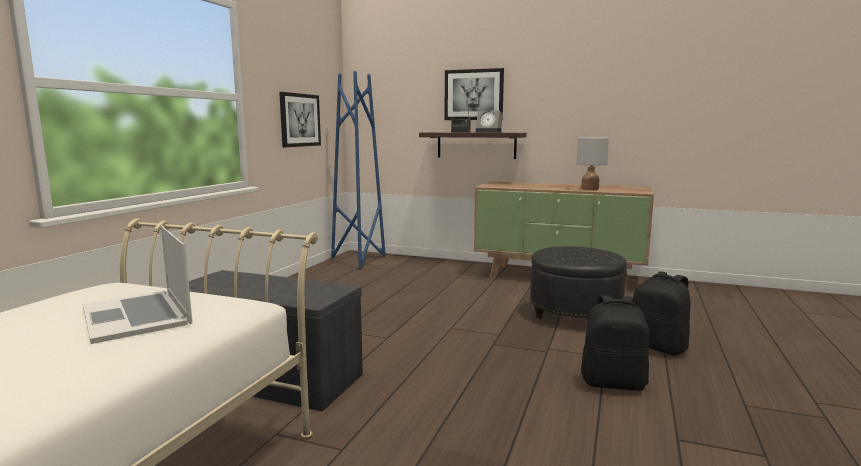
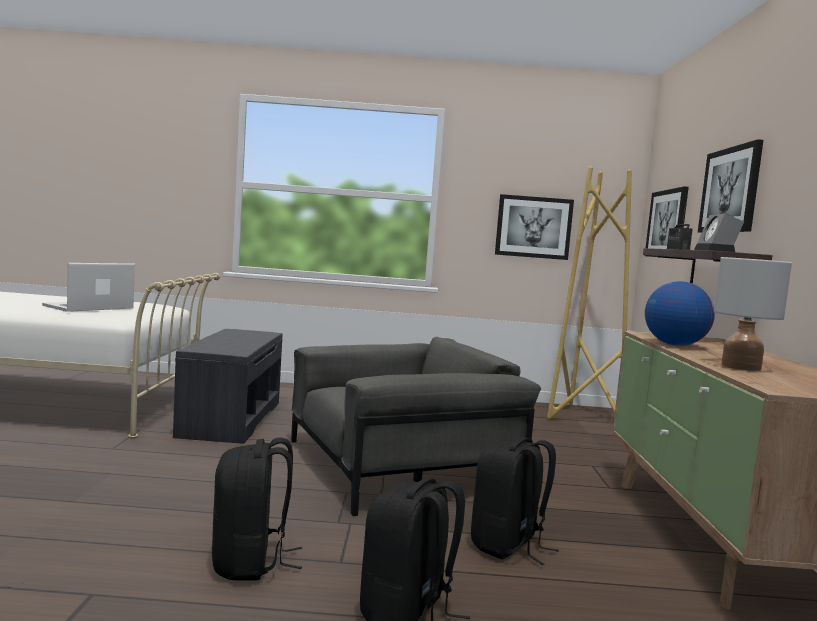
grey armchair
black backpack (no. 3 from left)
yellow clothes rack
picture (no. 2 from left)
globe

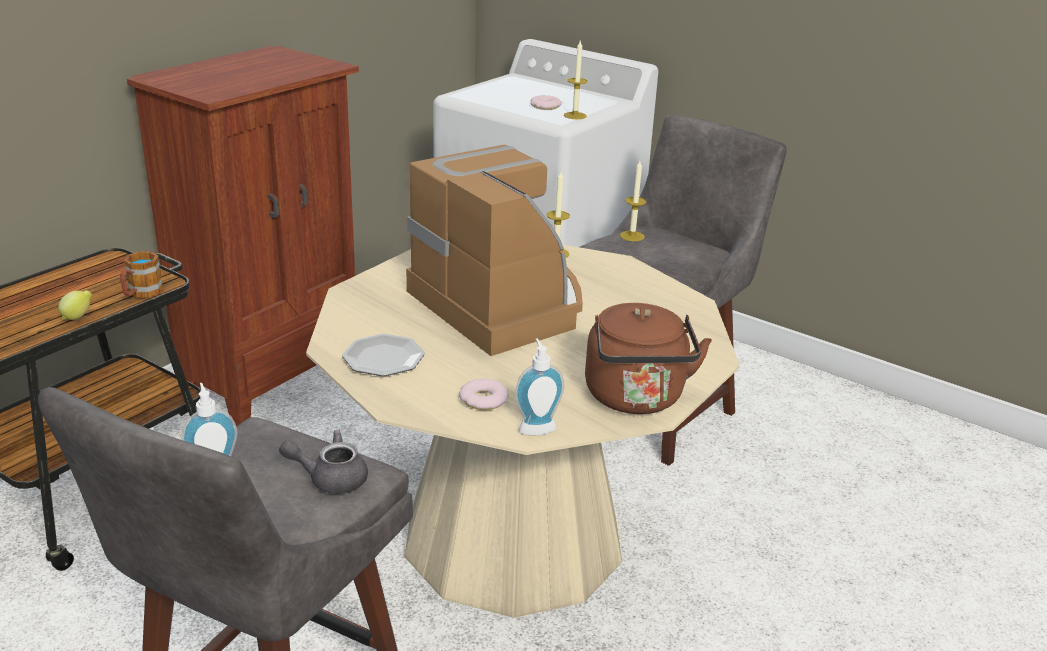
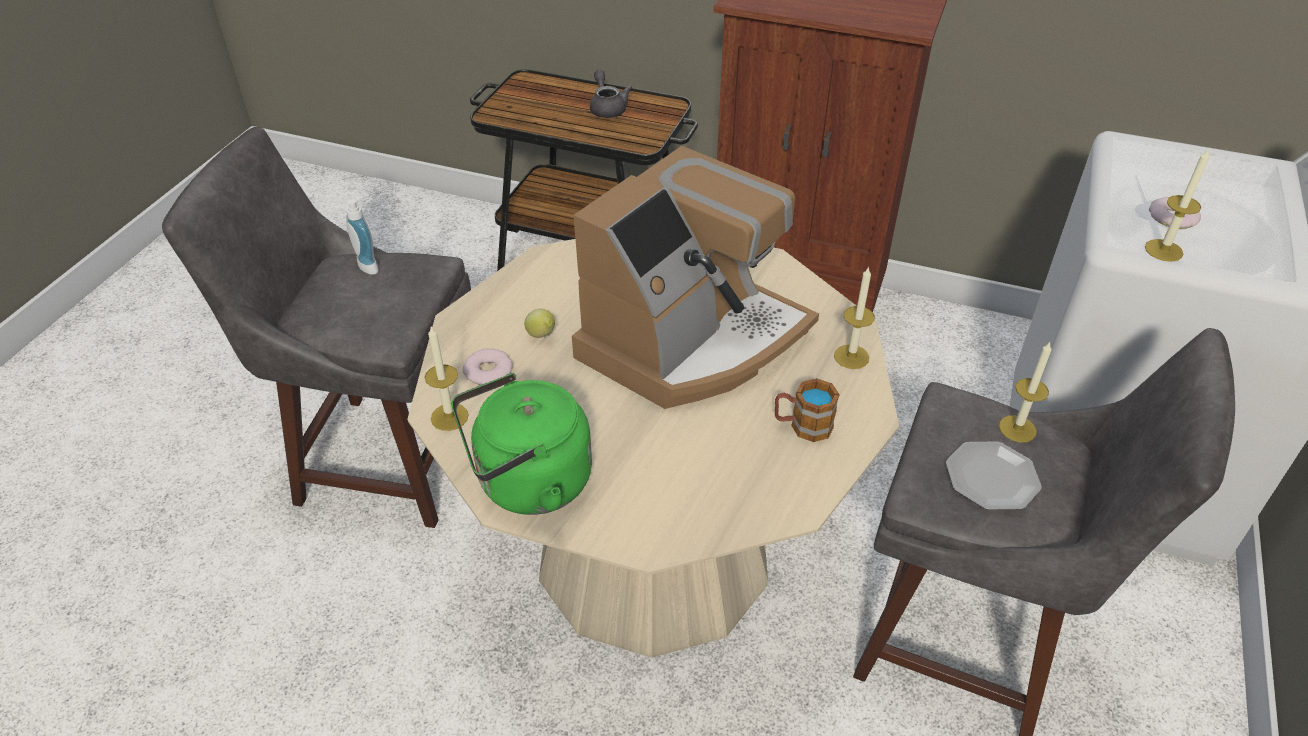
candle (no. 1 from left)
green kettle
lemon
grey teapot
mug
plate

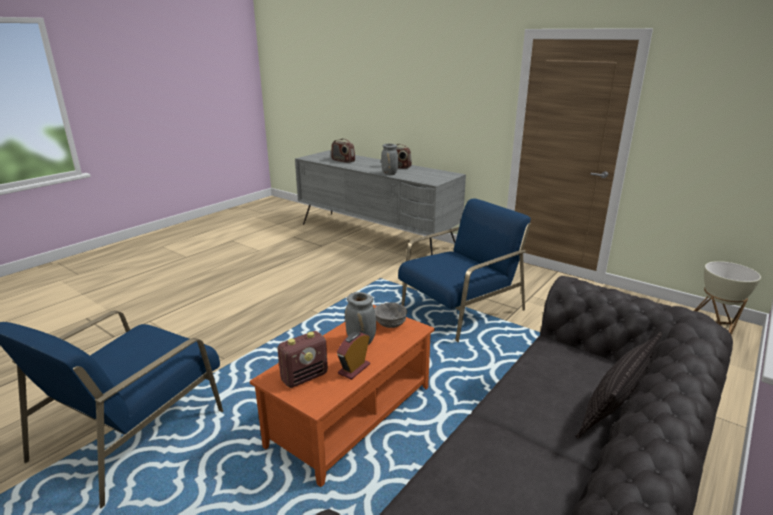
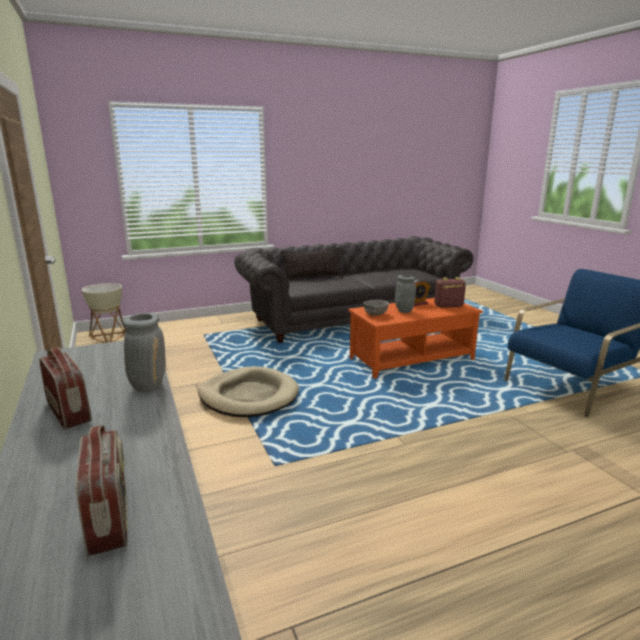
beige dog bed

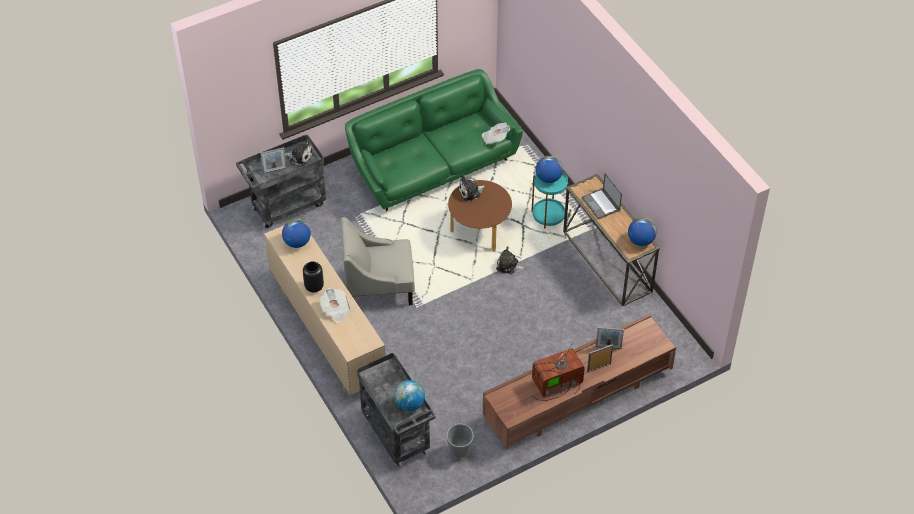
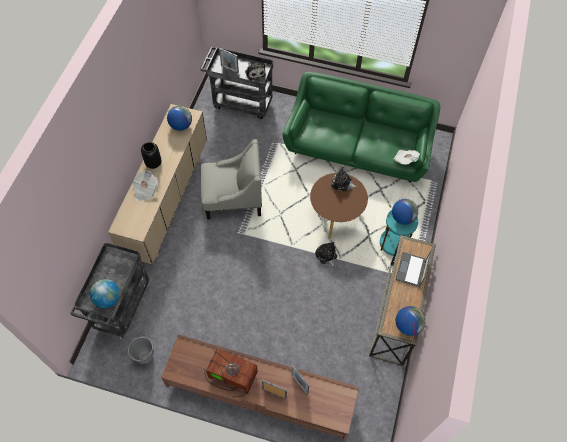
grey armchair

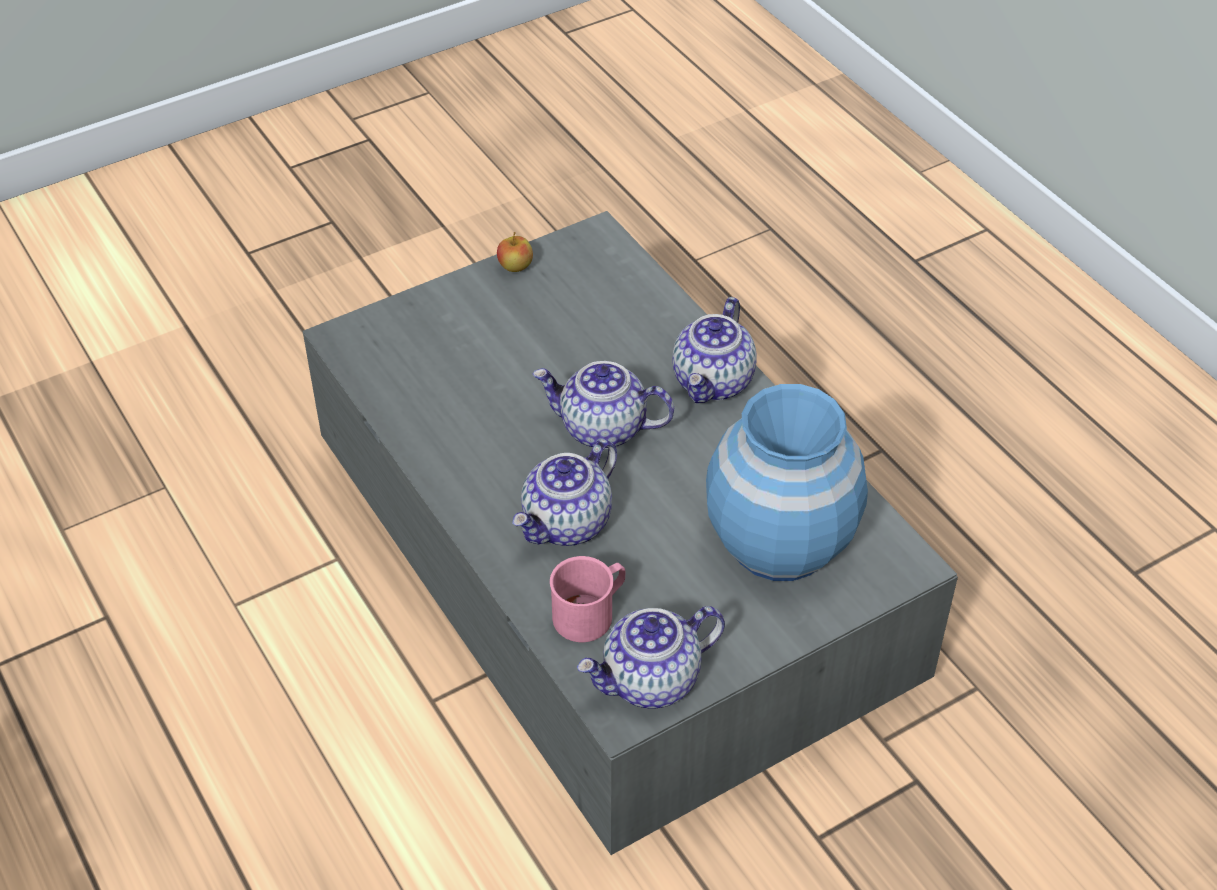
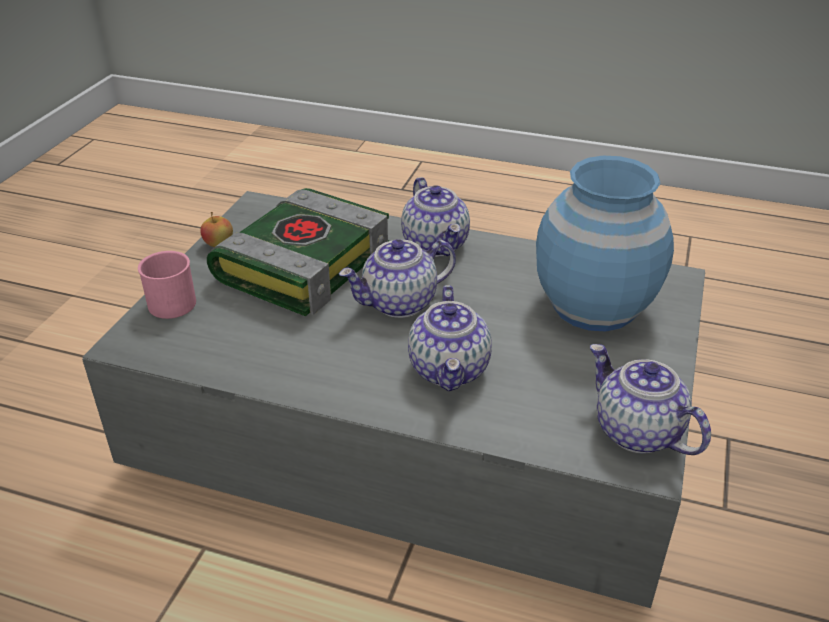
pink mug
book
teapot (no. 4 from left)

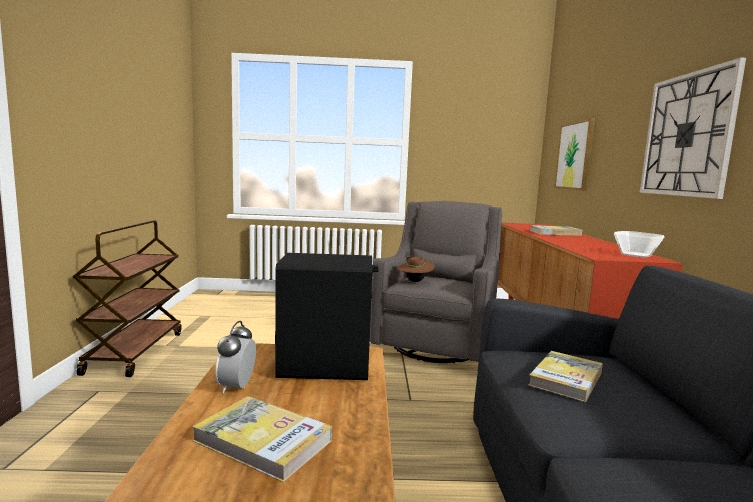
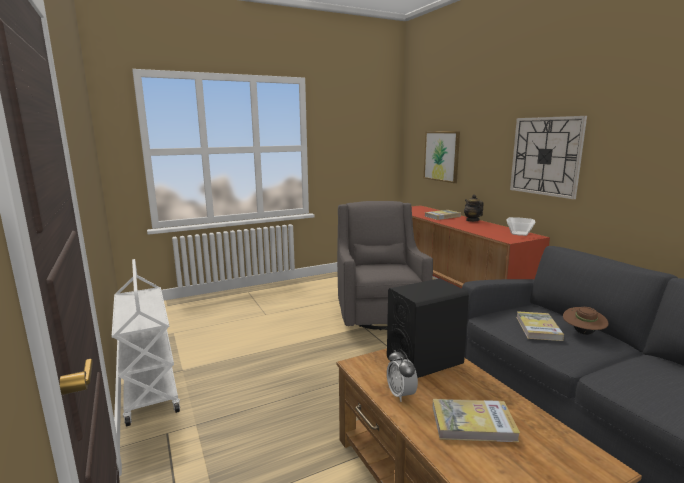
white cart
teapot
brown hat

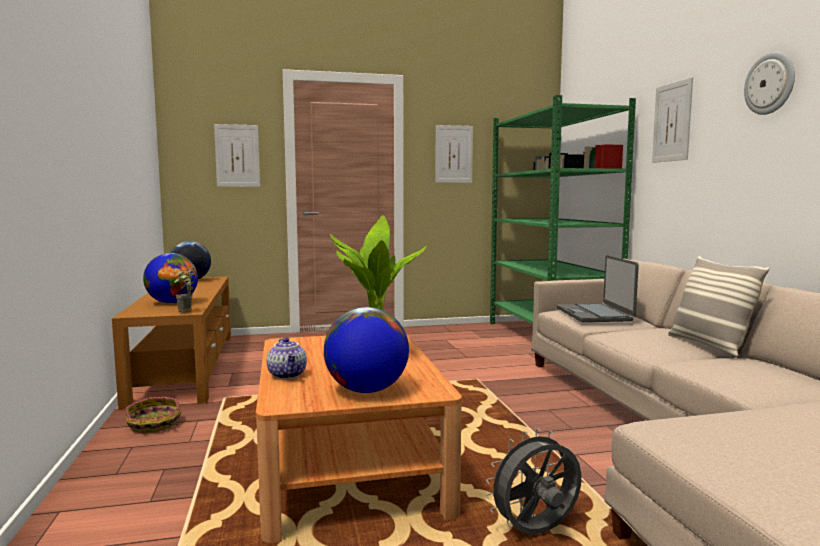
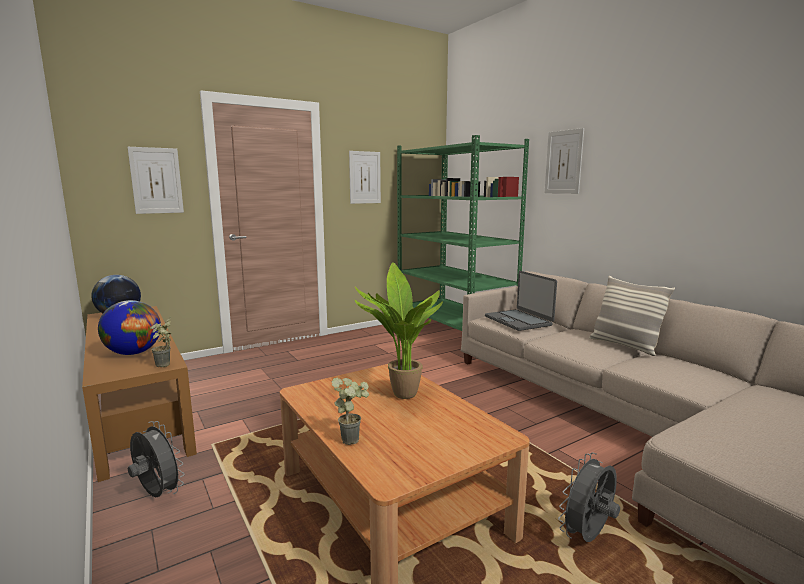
grey fan (no. 1 from left)
potted plant (no. 2 from left)
globe (no. 3 from left in the first image)
wall clock

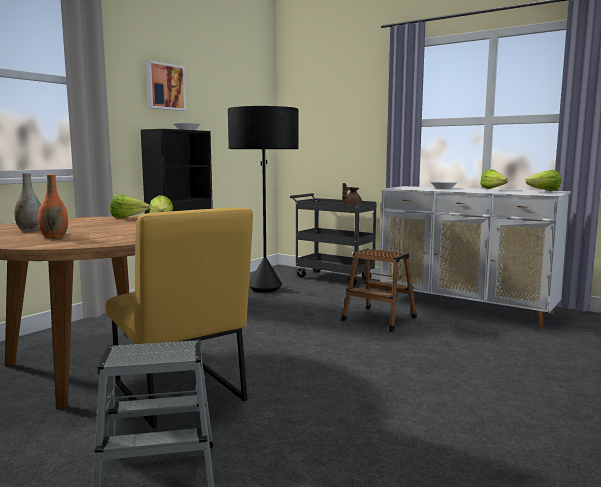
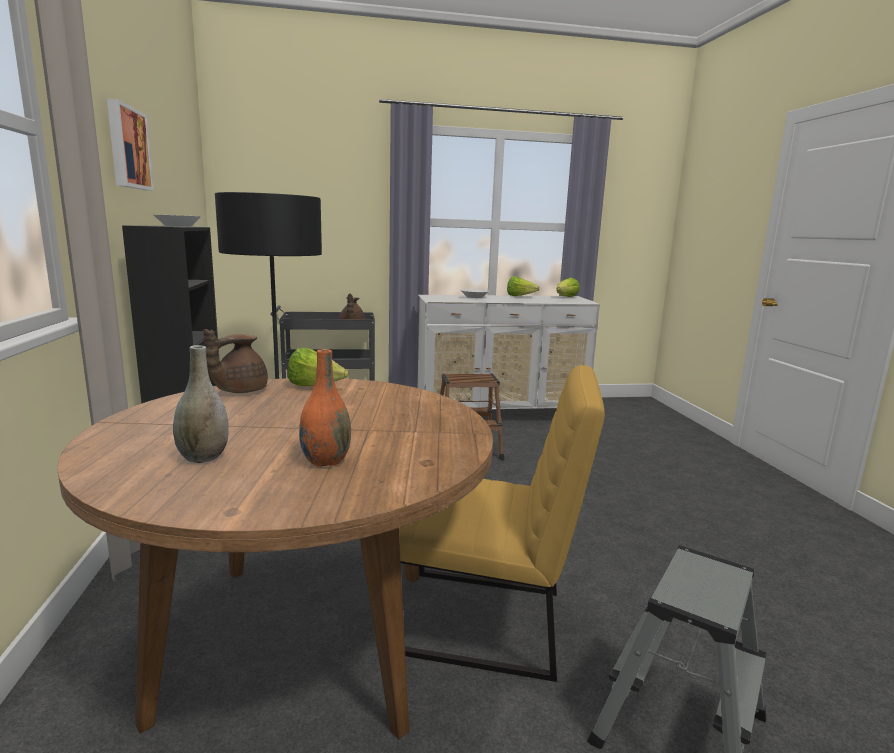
brown teapot (no. 1 from left)

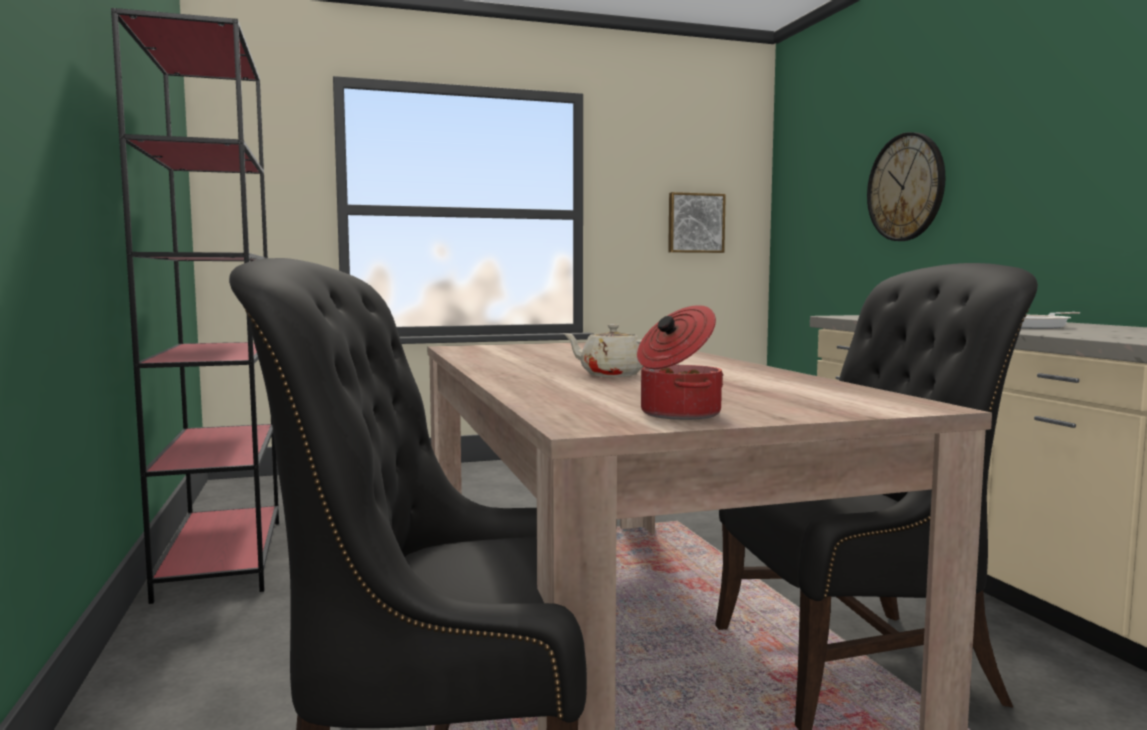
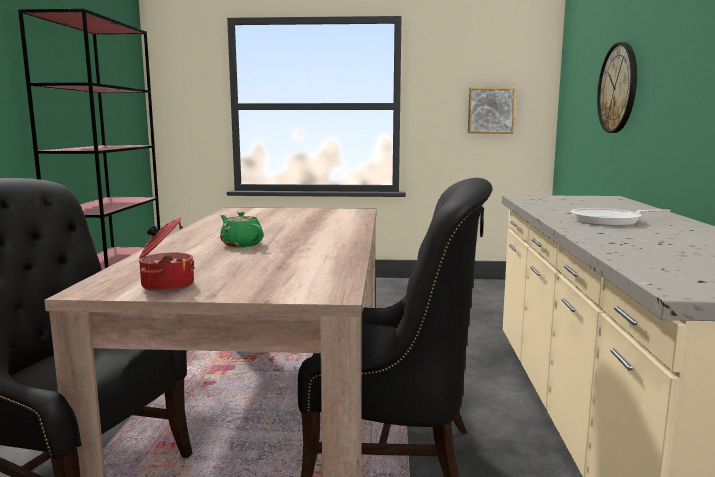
green teapot

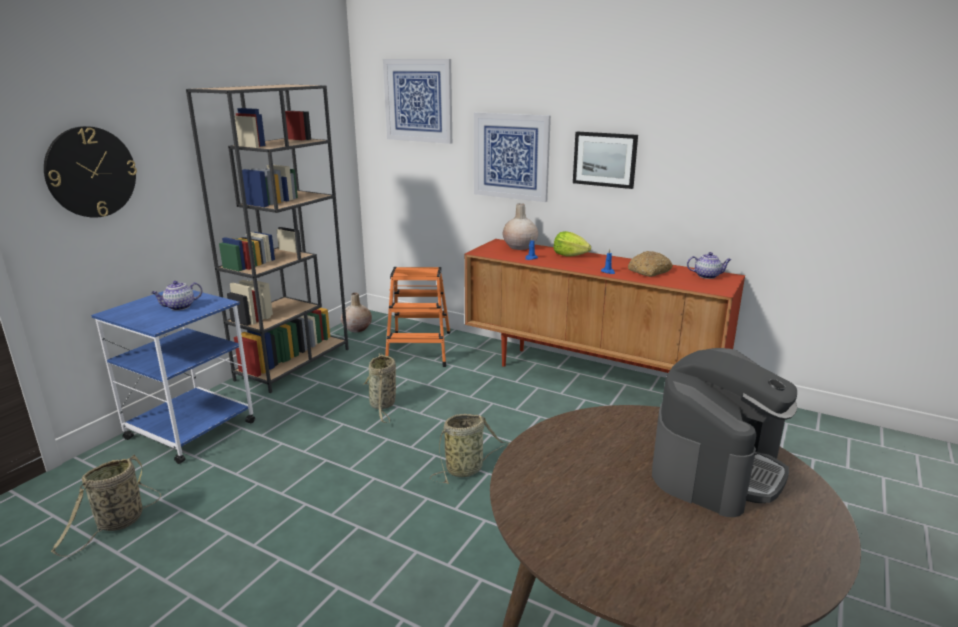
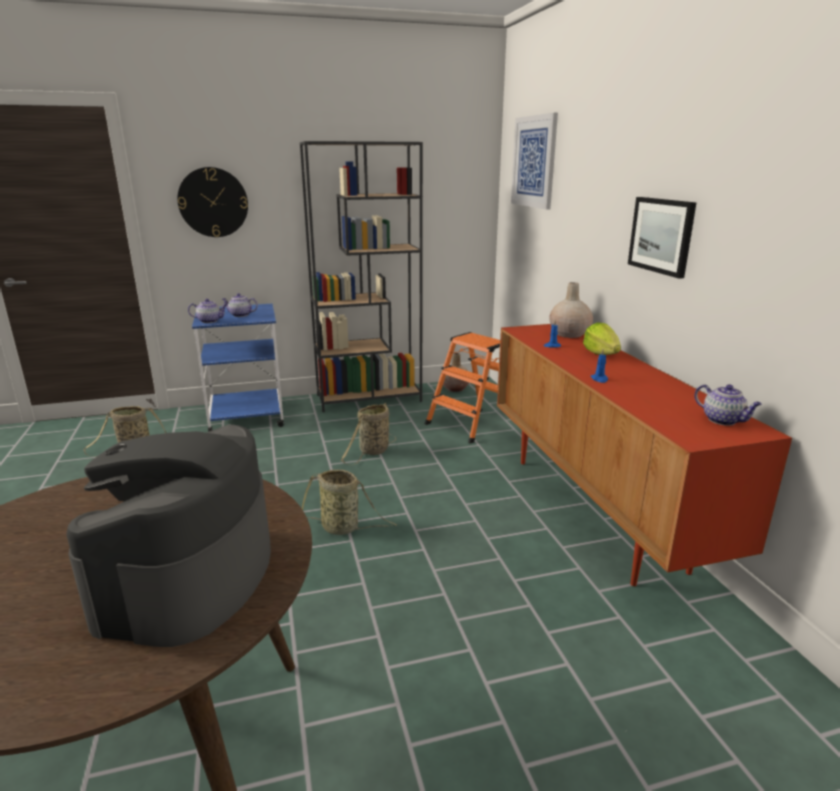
coffee machine
teapot (no. 1 from left)
picture (no. 2 from left in the first image)
bread

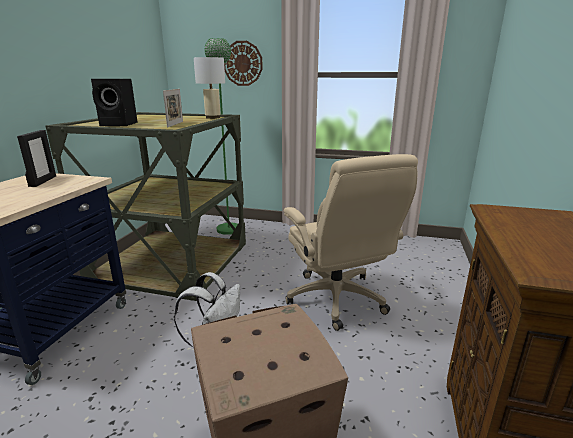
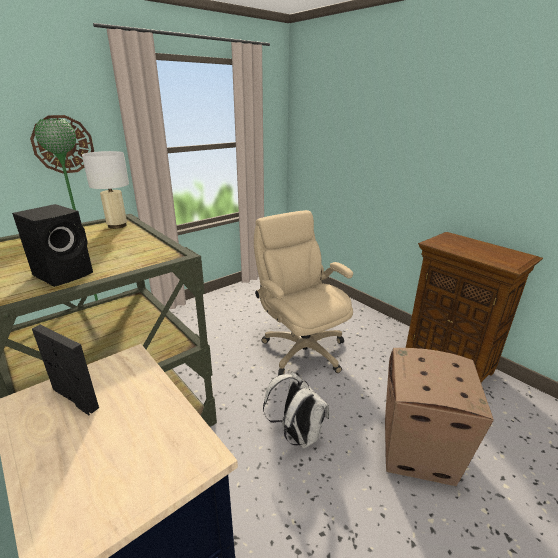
beige office chair
picture frame (no. 2 from left in the first image)

